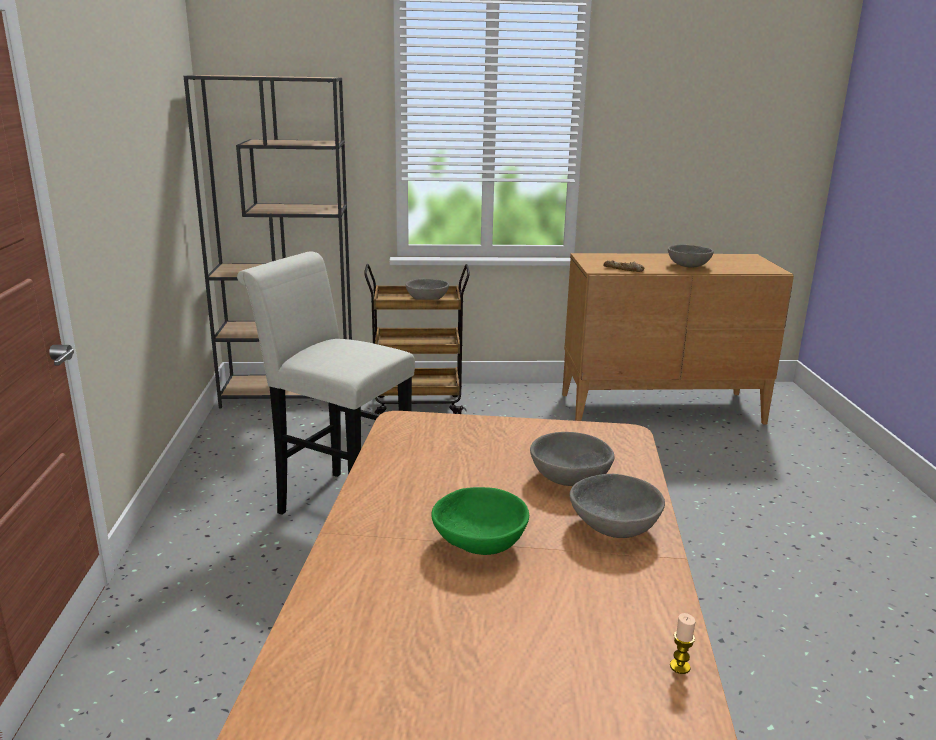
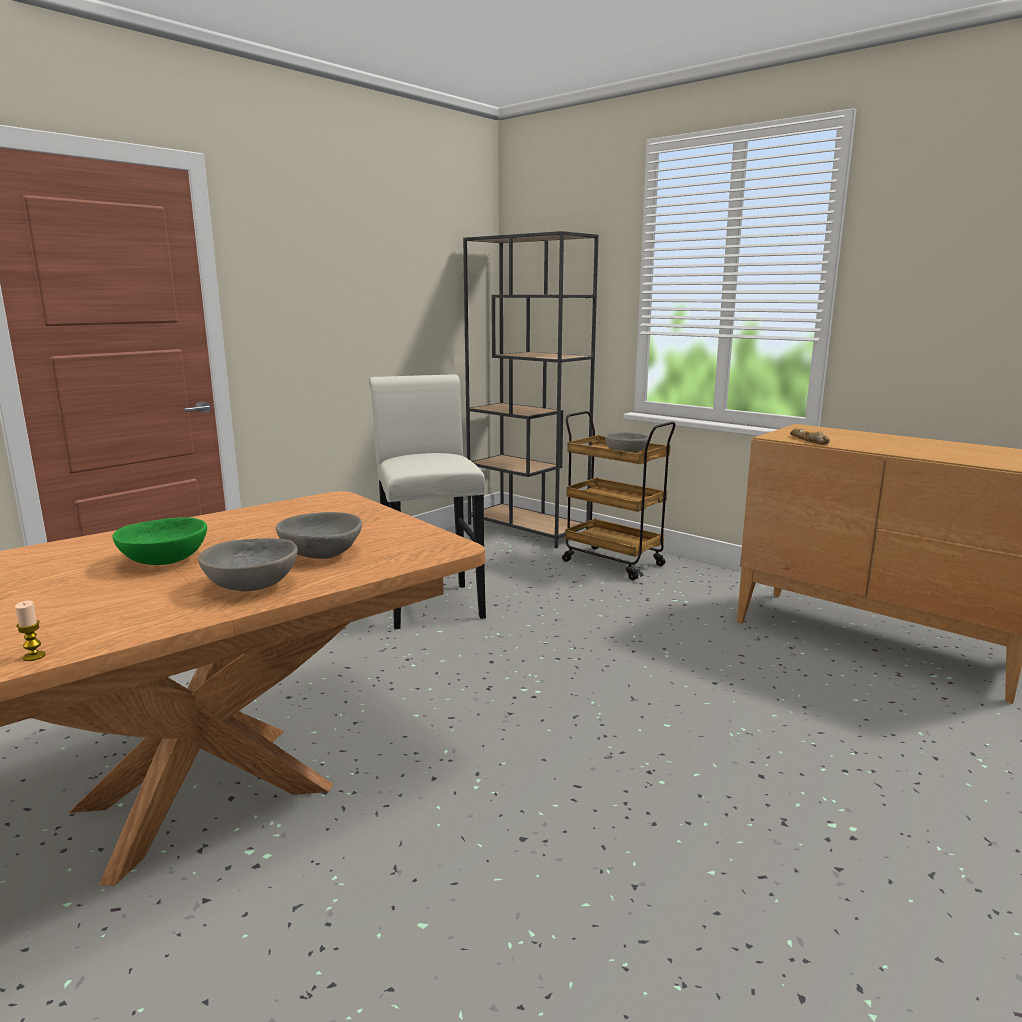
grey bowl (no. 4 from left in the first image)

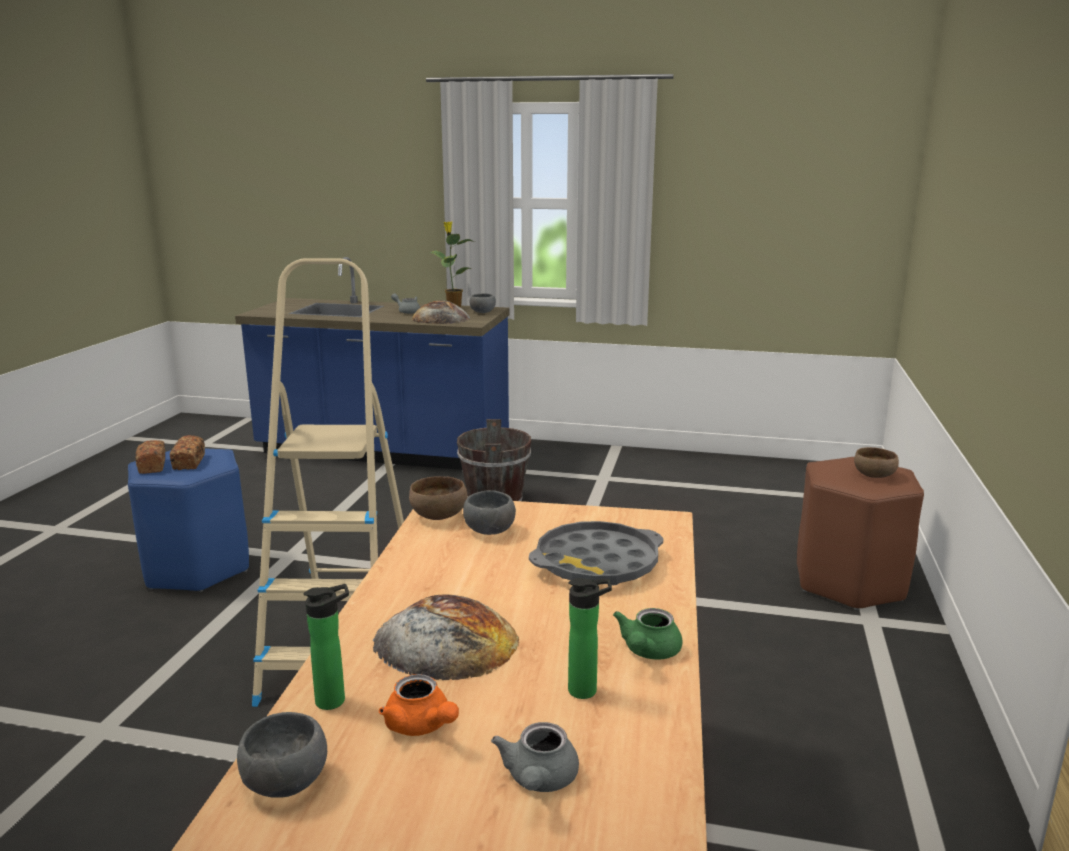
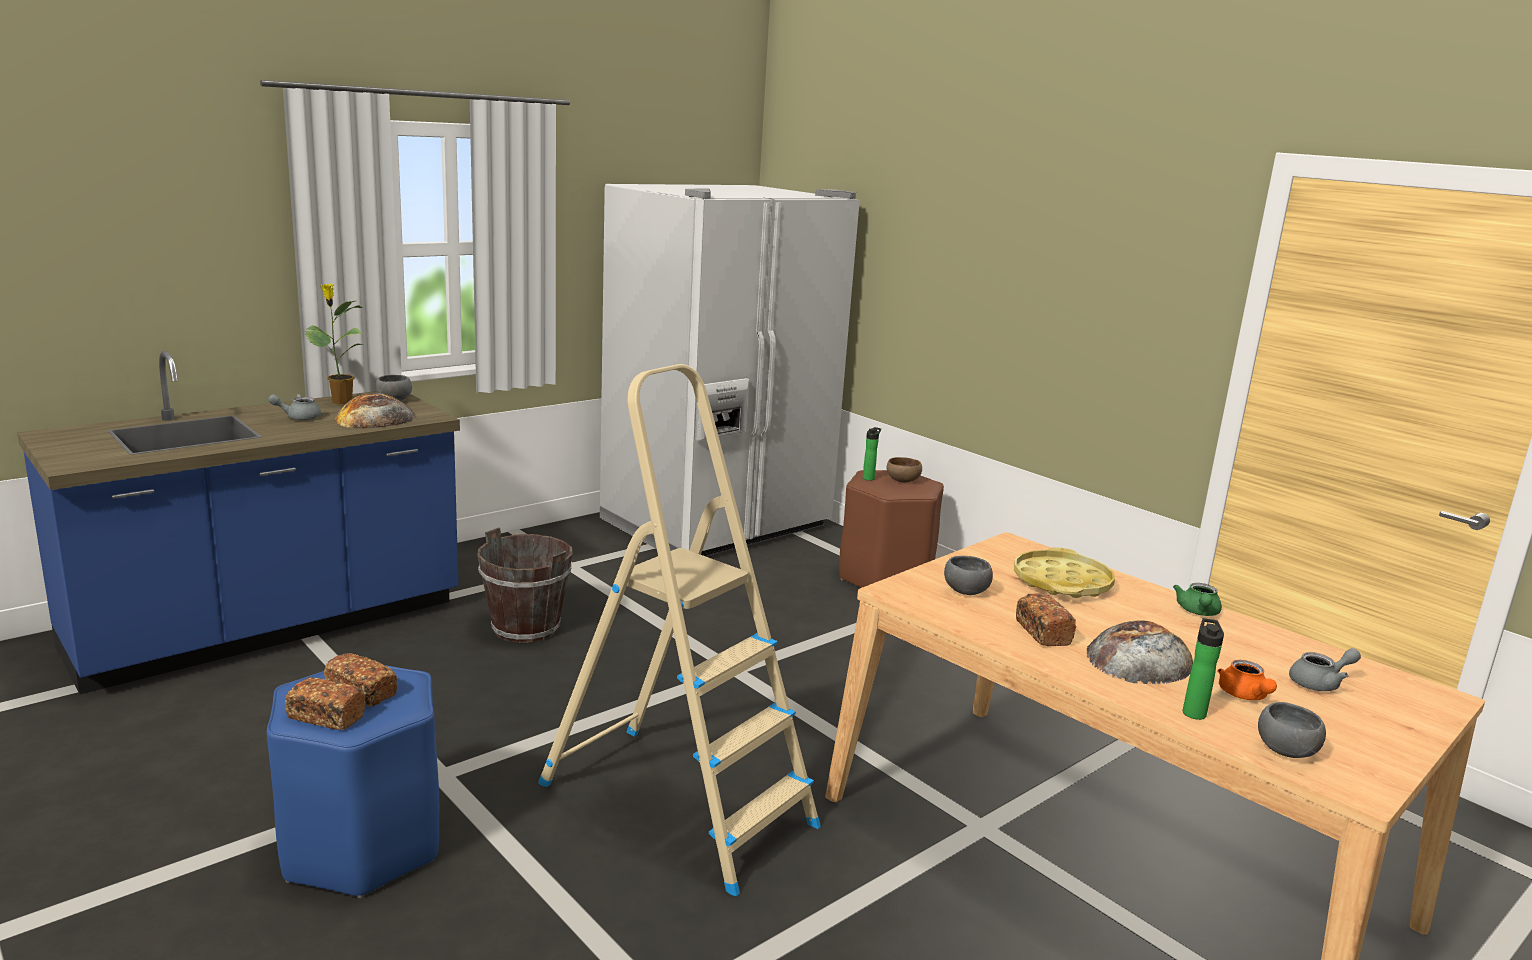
white fridge
bottle (no. 1 from left)
yellow tray
bread (no. 4 from left)
green teapot
orange teapot
grey teapot (no. 2 from left)
brown bowl (no. 1 from left in the first image)

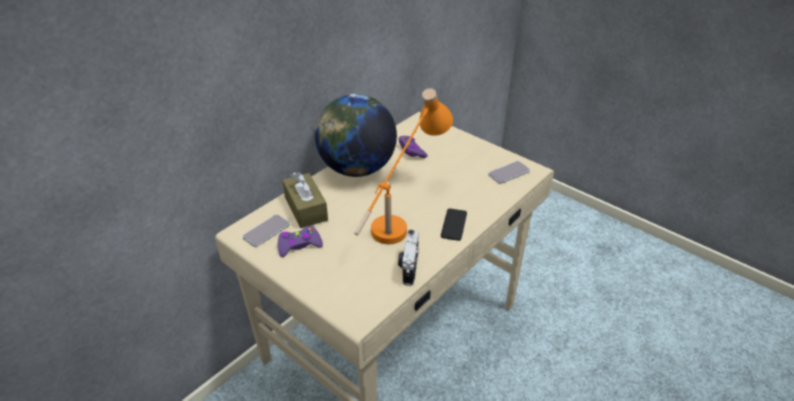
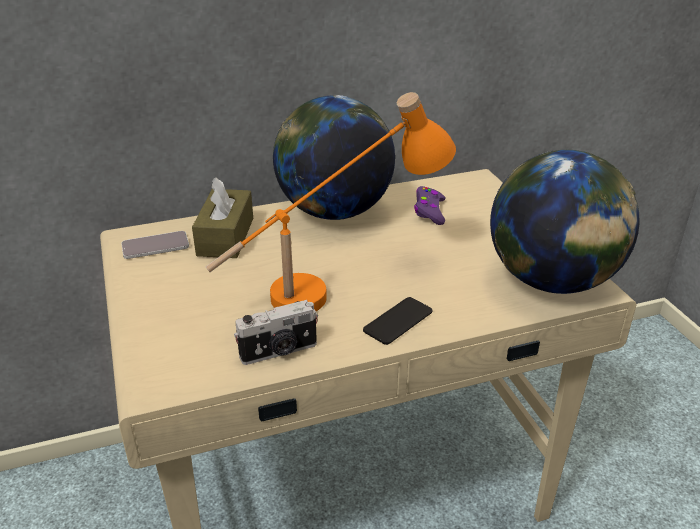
photo camera
globe (no. 2 from left)
purple game controller (no. 1 from left in the first image)

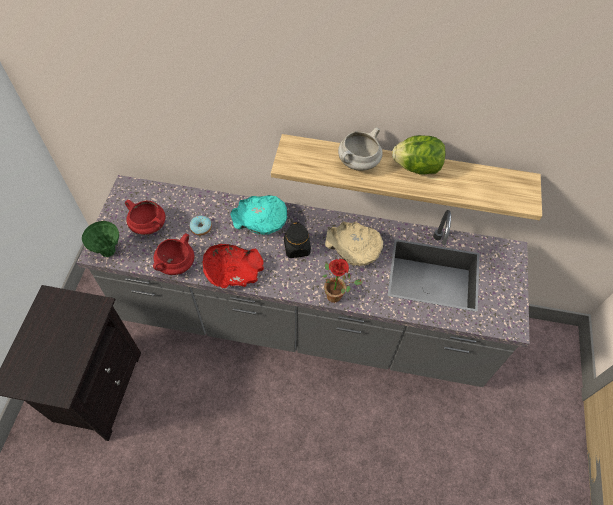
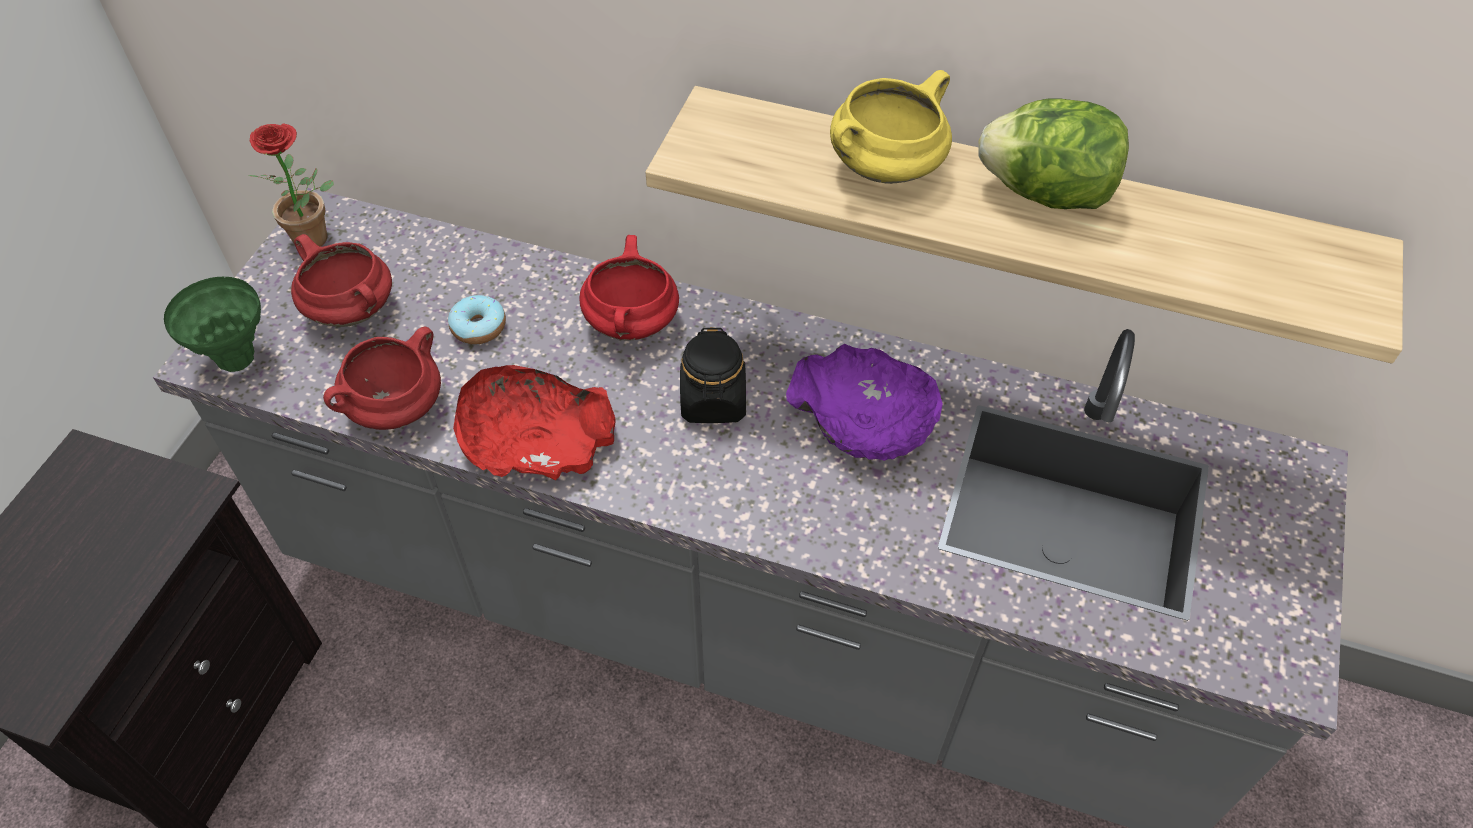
potted plant
red cooking pot (no. 3 from left)
purple bowl
yellow cooking pot

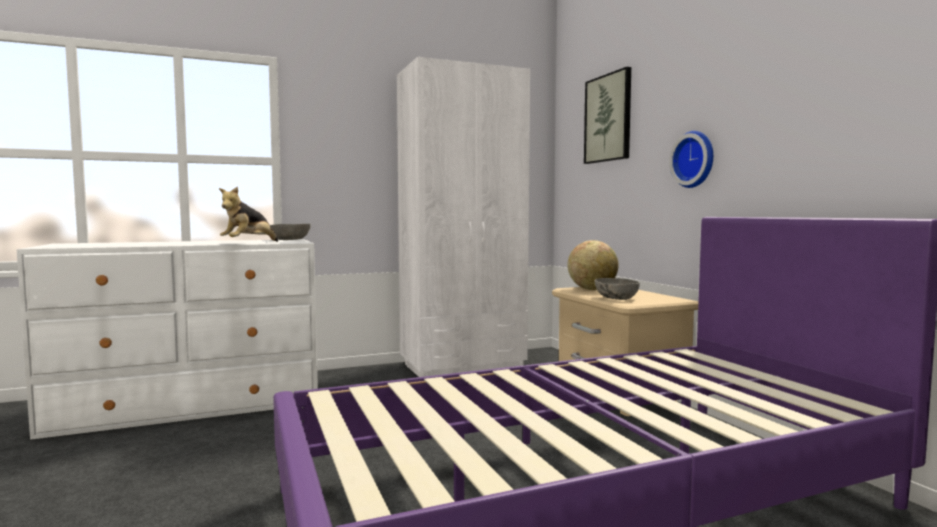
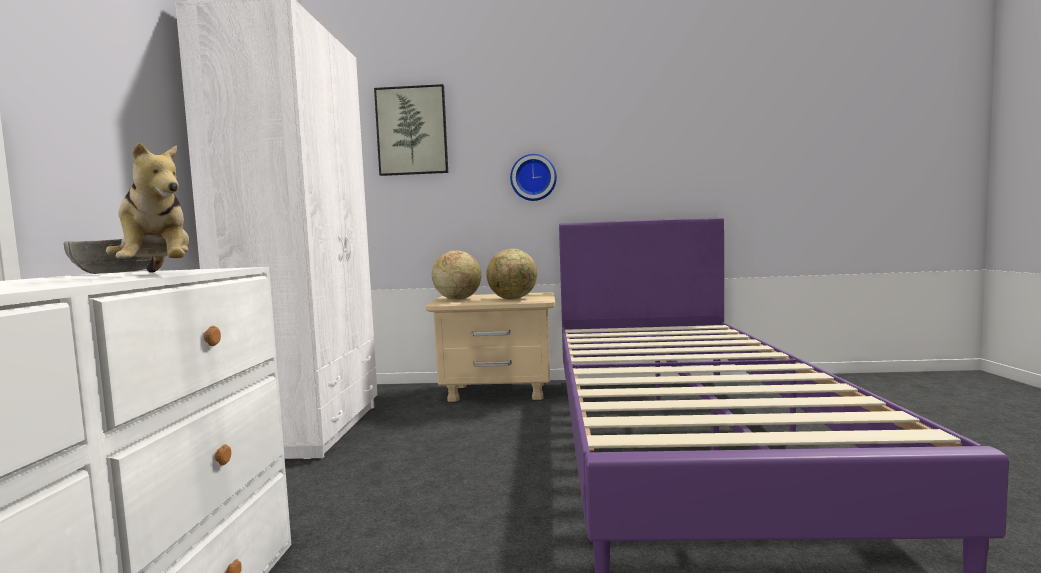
globe (no. 2 from left)

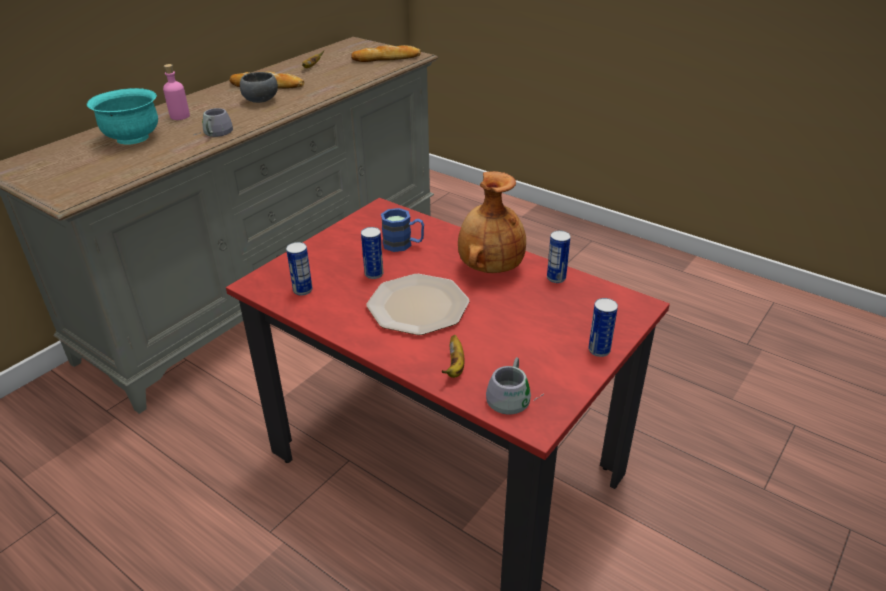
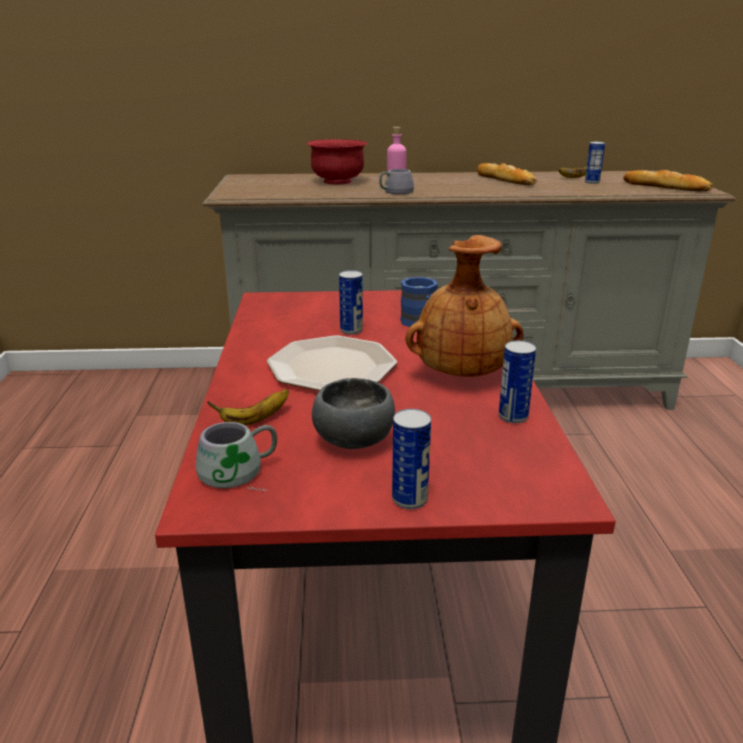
red bowl
grey bowl
can (no. 4 from left)

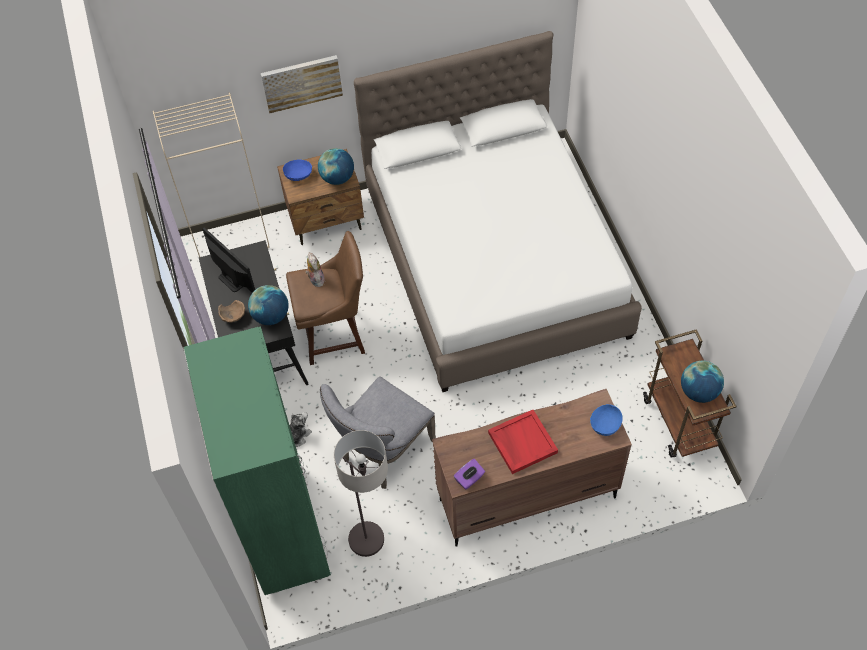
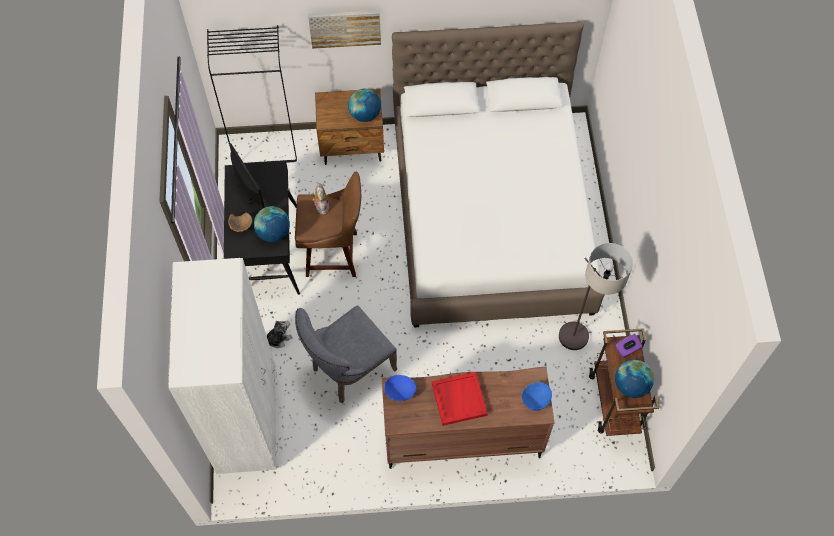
white wardrobe
black clothes rack
blue bowl (no. 1 from left)
grey floor lamp
purple tissue box

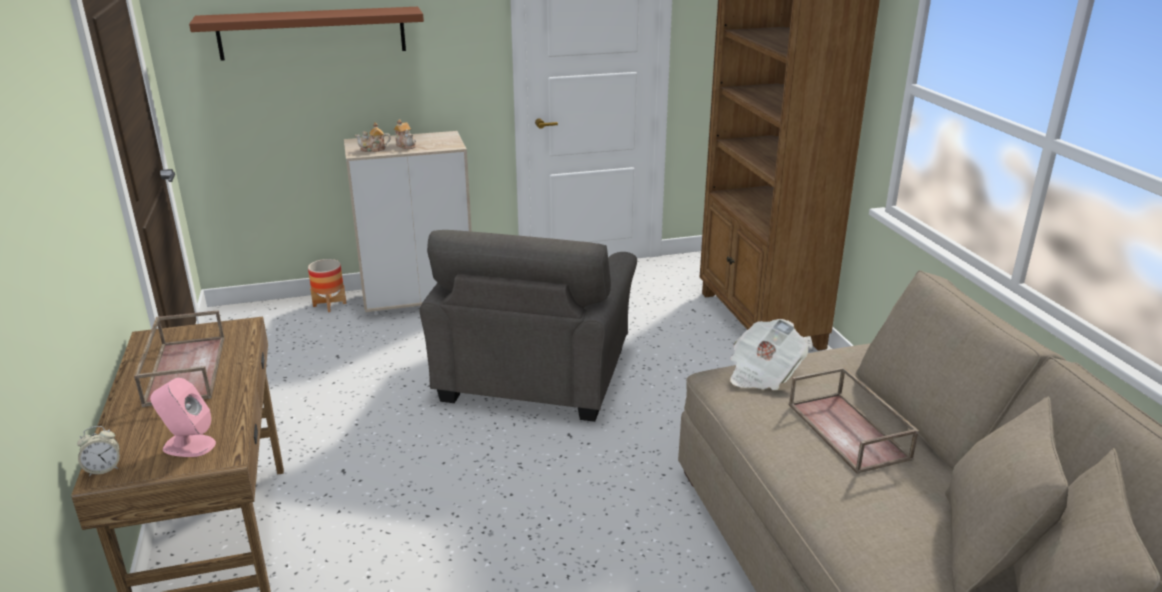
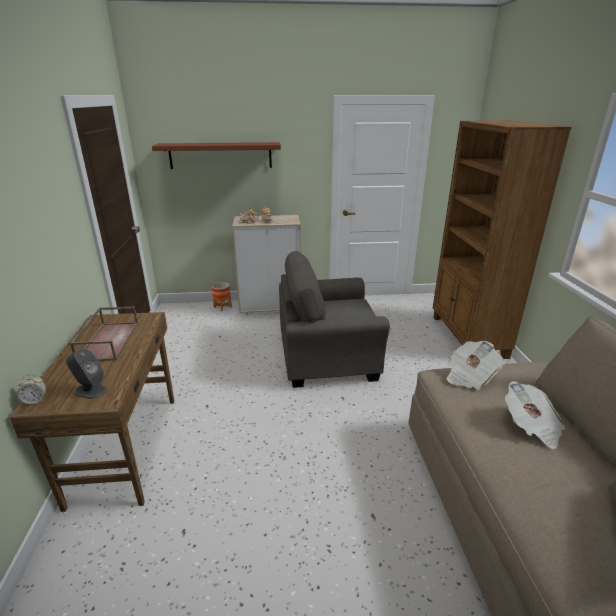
grey speaker
grey armchair
newspaper (no. 2 from left)

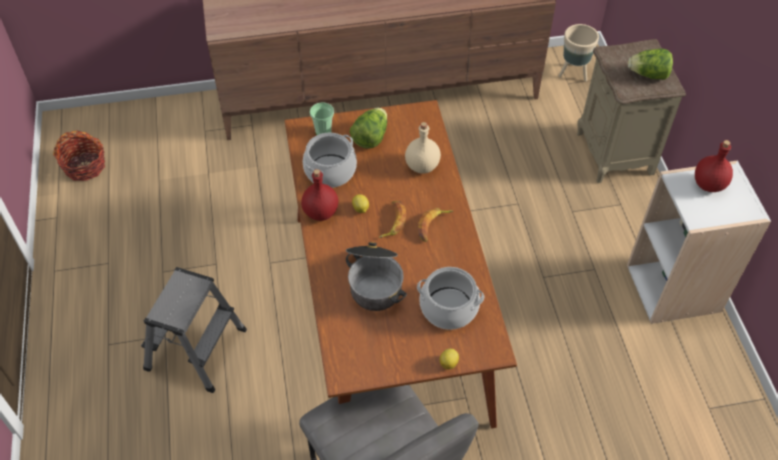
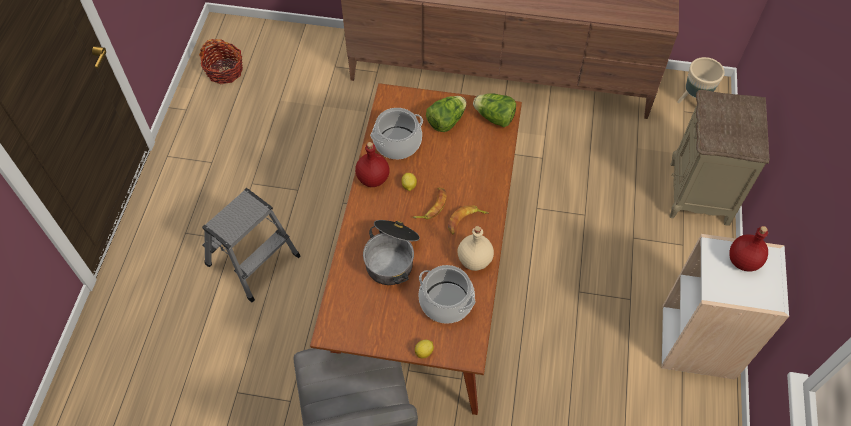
beige bottle
lettuce (no. 2 from left)
cup

